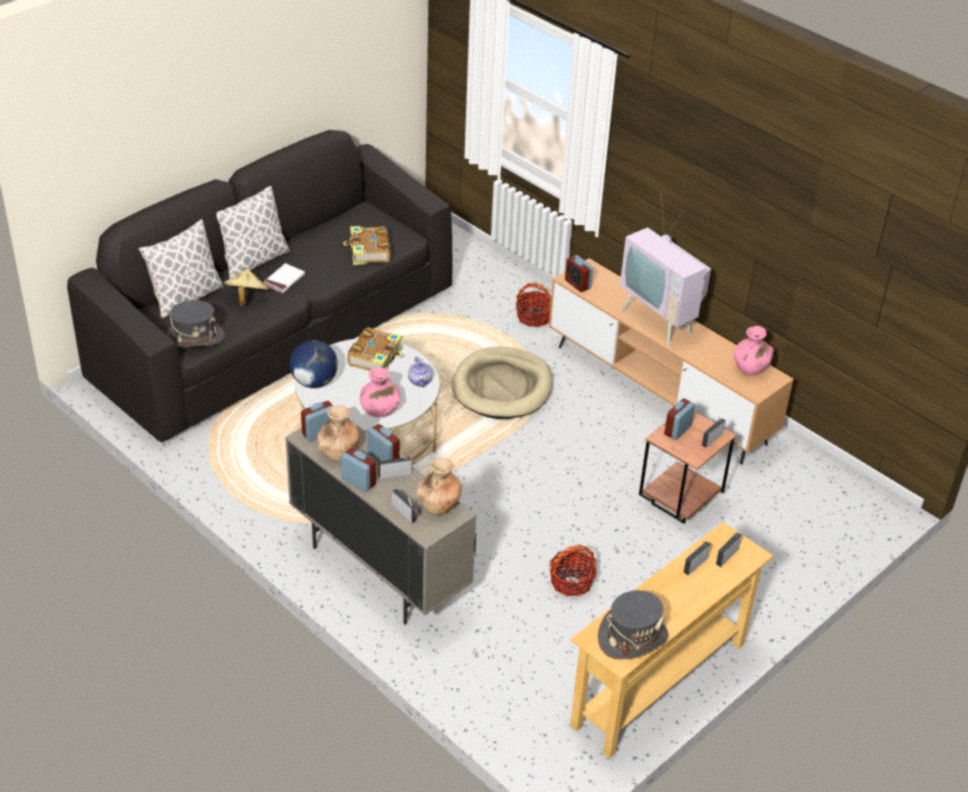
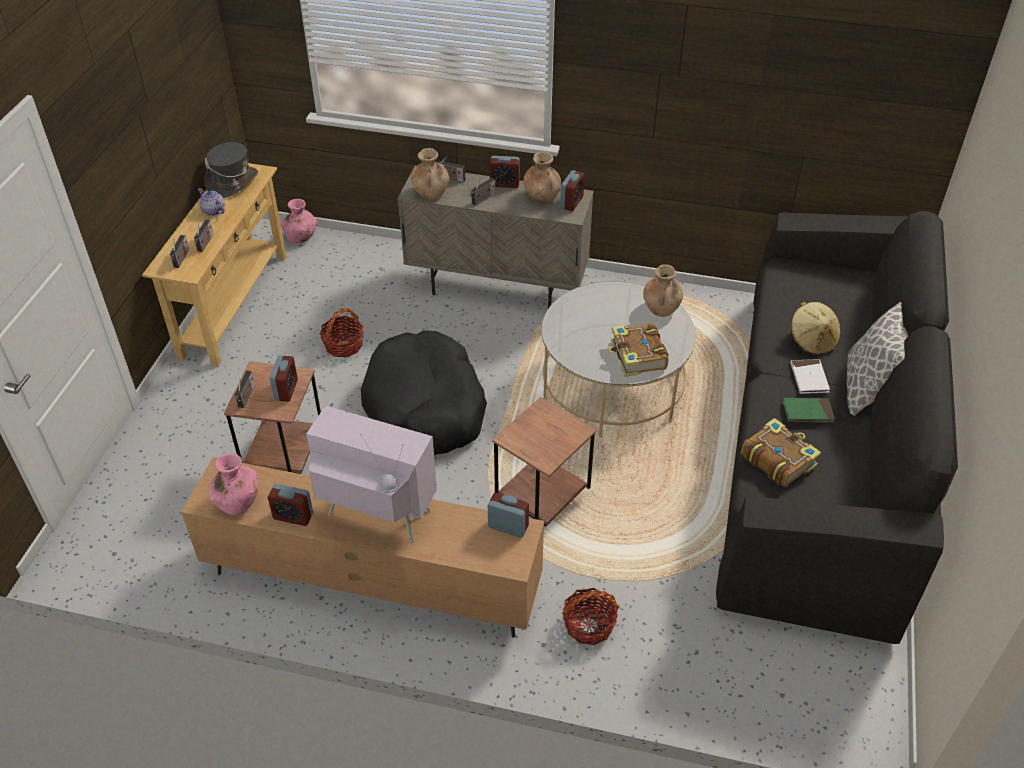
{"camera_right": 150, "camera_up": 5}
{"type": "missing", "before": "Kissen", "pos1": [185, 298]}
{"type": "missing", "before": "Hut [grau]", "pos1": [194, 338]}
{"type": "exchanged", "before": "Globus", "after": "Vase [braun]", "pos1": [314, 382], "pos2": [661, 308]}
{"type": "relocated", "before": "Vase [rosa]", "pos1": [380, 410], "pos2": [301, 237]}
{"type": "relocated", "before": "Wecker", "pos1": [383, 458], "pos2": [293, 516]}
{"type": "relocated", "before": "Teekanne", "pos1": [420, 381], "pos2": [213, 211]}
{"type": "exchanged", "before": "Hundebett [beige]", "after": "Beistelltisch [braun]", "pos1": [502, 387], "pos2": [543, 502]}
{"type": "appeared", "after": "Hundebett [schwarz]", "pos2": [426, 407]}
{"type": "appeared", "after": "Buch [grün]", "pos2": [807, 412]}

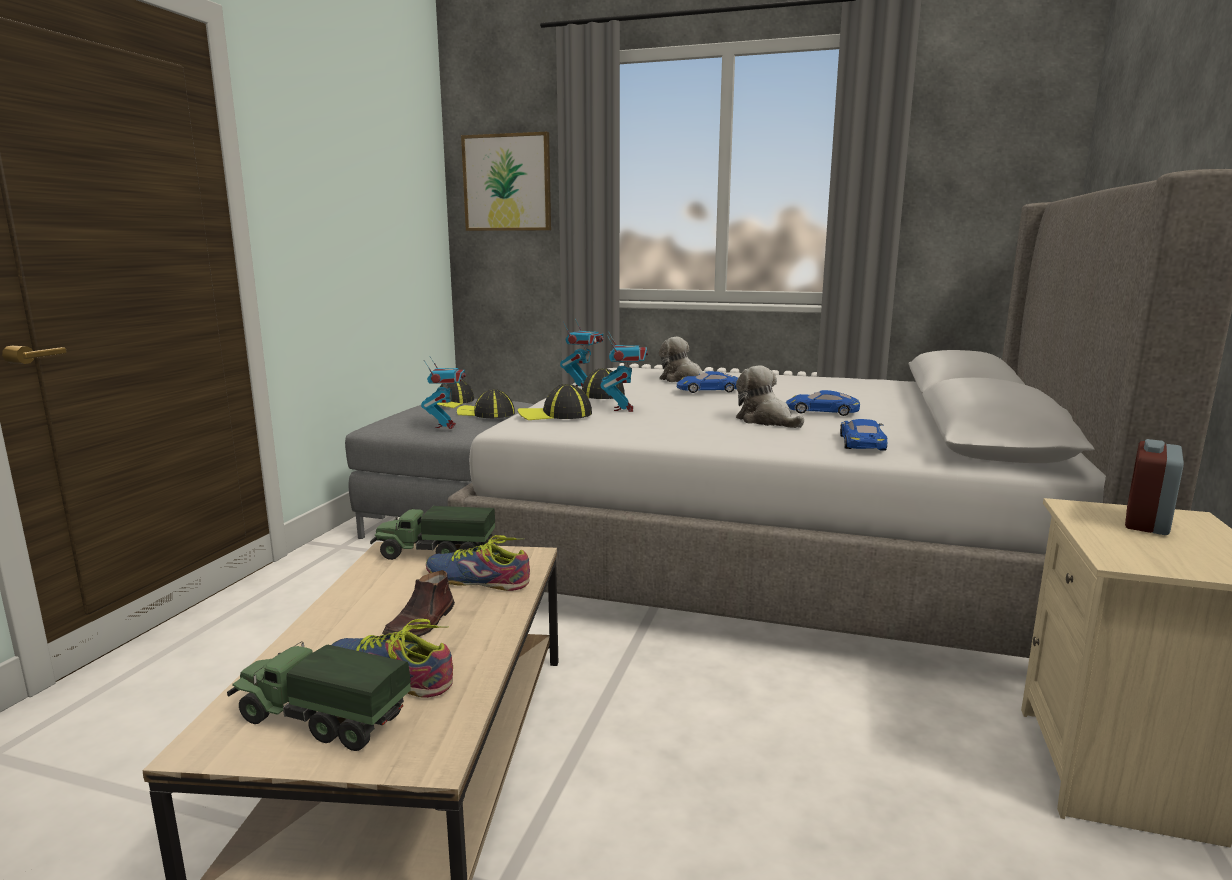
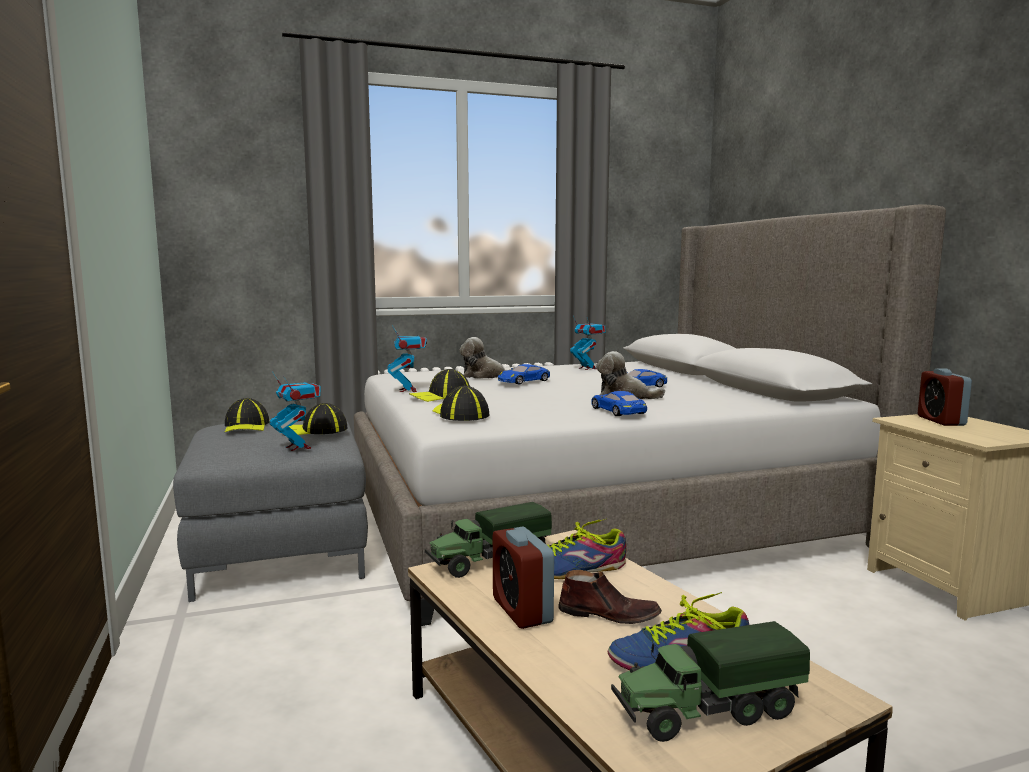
{"camera_right": -35, "camera_up": -5}
{"type": "spun", "before": "Schuh [braun]", "pos1": [421, 623], "pos2": [609, 614], "turn": -60}
{"type": "missing", "before": "Bild", "pos1": [507, 183]}
{"type": "spun", "before": "Kappe", "pos1": [555, 415], "pos2": [460, 414], "turn": 105}
{"type": "relocated", "before": "Spielzeugroboter", "pos1": [624, 409], "pos2": [587, 368]}
{"type": "relocated", "before": "Spielzeugauto [blau]", "pos1": [862, 443], "pos2": [618, 411]}
{"type": "appeared", "after": "Wecker", "pos2": [522, 610]}

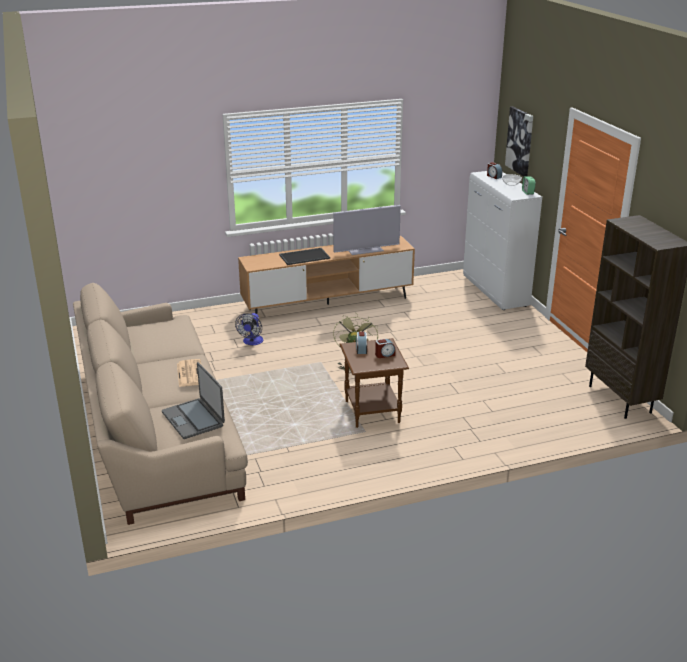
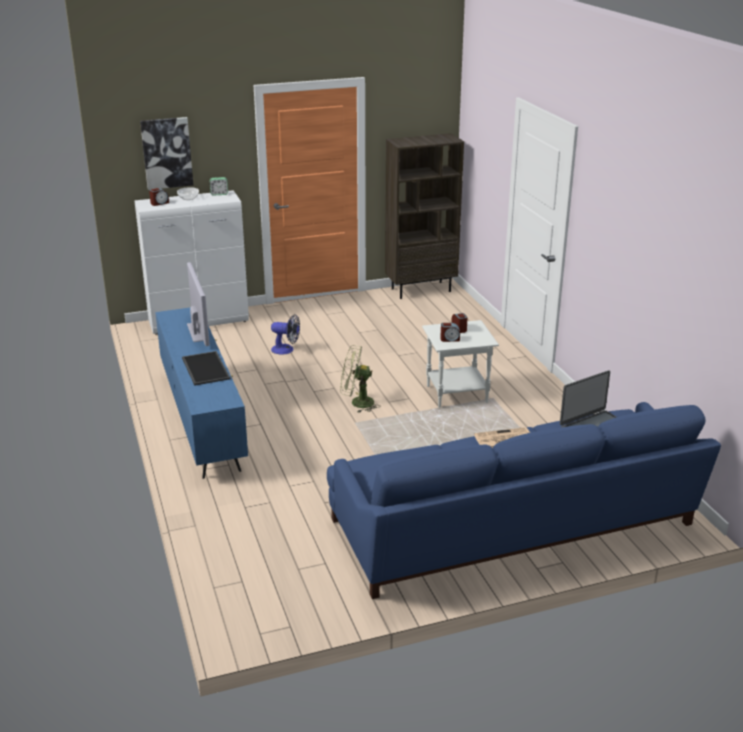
{"camera_right": -90, "camera_up": 0}
{"type": "colour", "before": "Sofa [beige]", "after": "Sofa [blau]", "pos1": [157, 428], "pos2": [513, 525]}
{"type": "relocated", "before": "Ventilator", "pos1": [252, 342], "pos2": [286, 350]}
{"type": "colour", "before": "Fernsehschrank [braun]", "after": "Fernsehschrank [blau]", "pos1": [328, 304], "pos2": [202, 419]}
{"type": "colour", "before": "Beistelltisch [braun]", "after": "Beistelltisch [weiß]", "pos1": [372, 412], "pos2": [457, 394]}

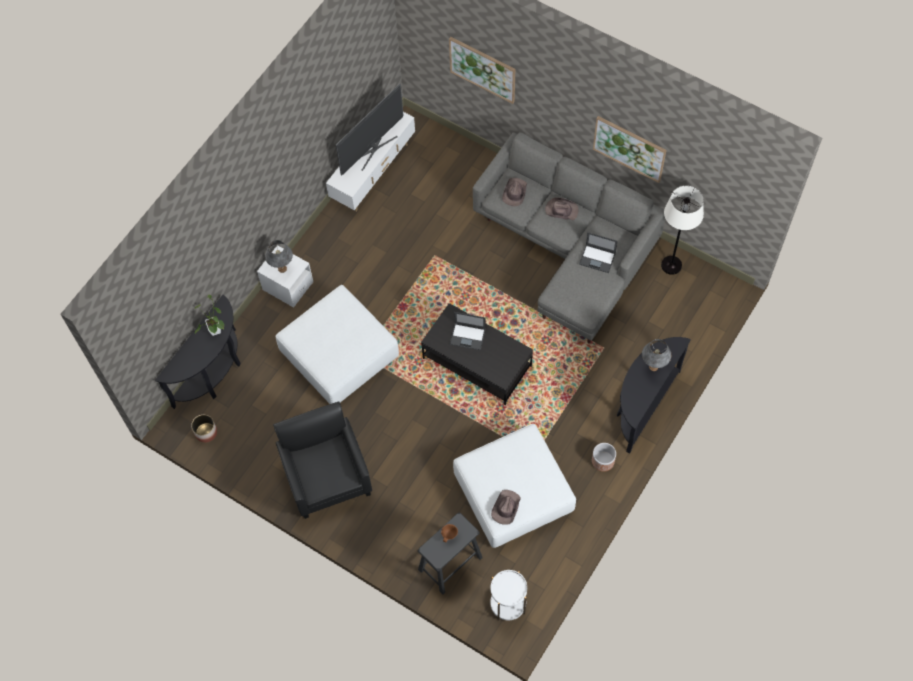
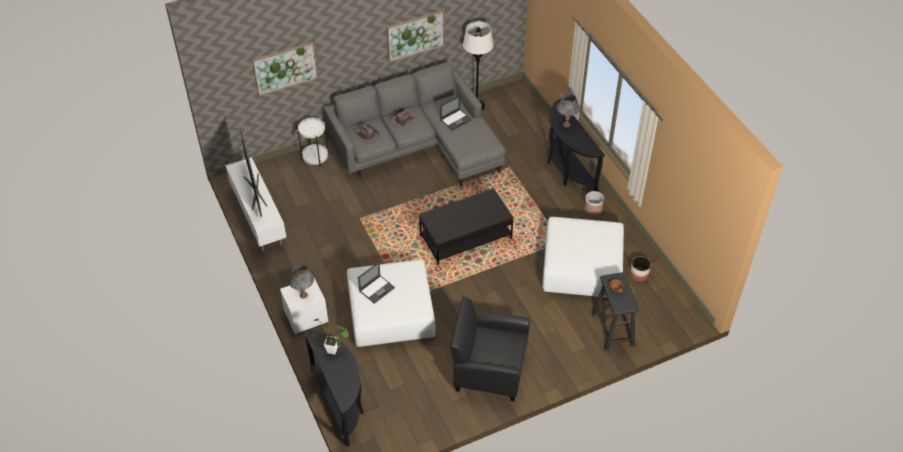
{"camera_right": -60, "camera_up": -15}
{"type": "relocated", "before": "Pflanzkübel", "pos1": [206, 432], "pos2": [639, 274]}
{"type": "relocated", "before": "Laptop", "pos1": [468, 336], "pos2": [377, 289]}
{"type": "missing", "before": "Hut [braun]", "pos1": [505, 508]}
{"type": "relocated", "before": "Beistelltisch [weiß]", "pos1": [508, 604], "pos2": [315, 157]}

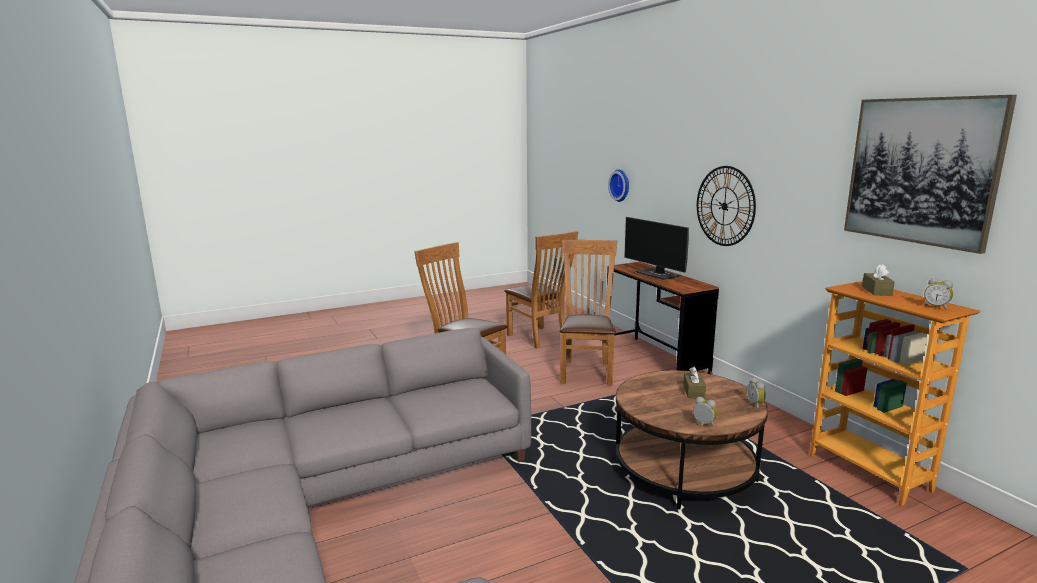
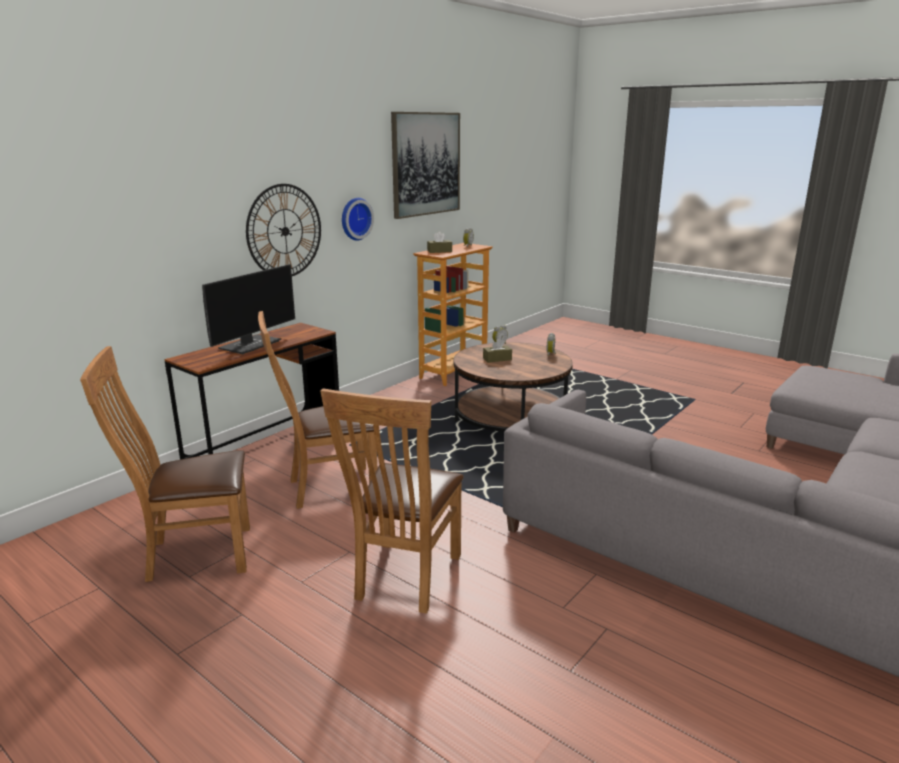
{"camera_right": -115, "camera_up": 5}
{"type": "spun", "before": "Stuhl [braun]", "pos1": [539, 338], "pos2": [193, 554], "turn": -135}
{"type": "relocated", "before": "Wanduhr", "pos1": [621, 185], "pos2": [355, 218]}

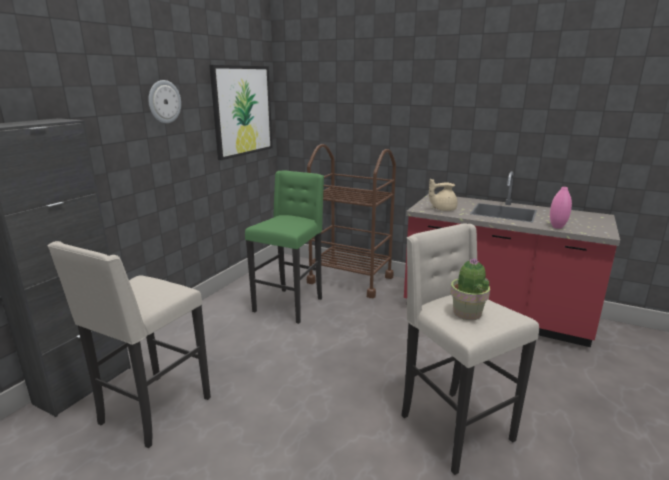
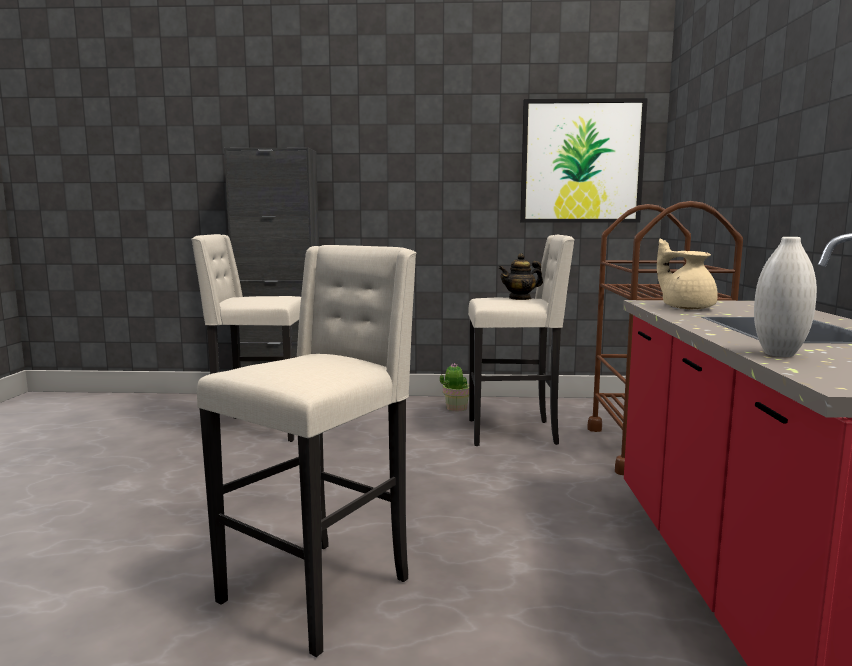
{"camera_right": 65, "camera_up": -10}
{"type": "missing", "before": "Wanduhr", "pos1": [164, 101]}
{"type": "colour", "before": "Hocker [grün]", "after": "Hocker [beige]", "pos1": [290, 305], "pos2": [514, 432]}
{"type": "relocated", "before": "Topfpflanze", "pos1": [467, 313], "pos2": [456, 408]}
{"type": "colour", "before": "Vase [rosa]", "after": "Vase [weiß]", "pos1": [557, 227], "pos2": [779, 354]}
{"type": "appeared", "after": "Teekanne", "pos2": [520, 298]}

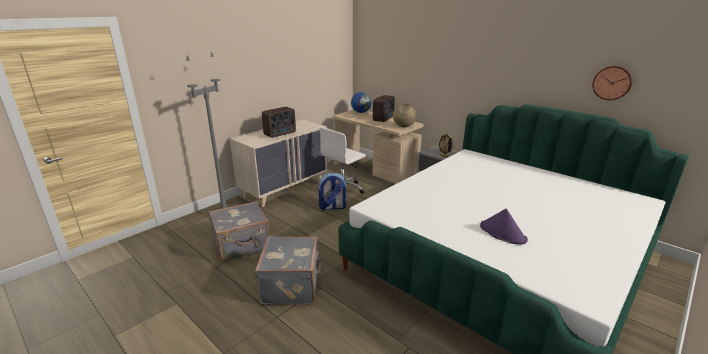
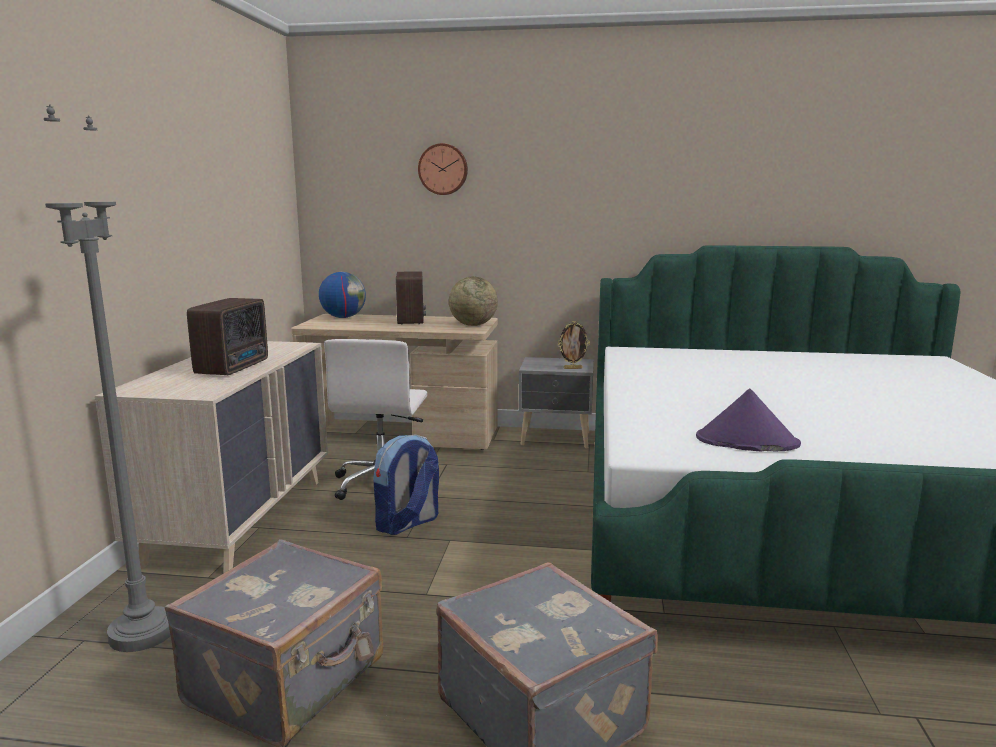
{"camera_right": -35, "camera_up": -10}
{"type": "relocated", "before": "Hut [lila]", "pos1": [502, 233], "pos2": [746, 442]}
{"type": "relocated", "before": "Wanduhr", "pos1": [612, 83], "pos2": [443, 169]}

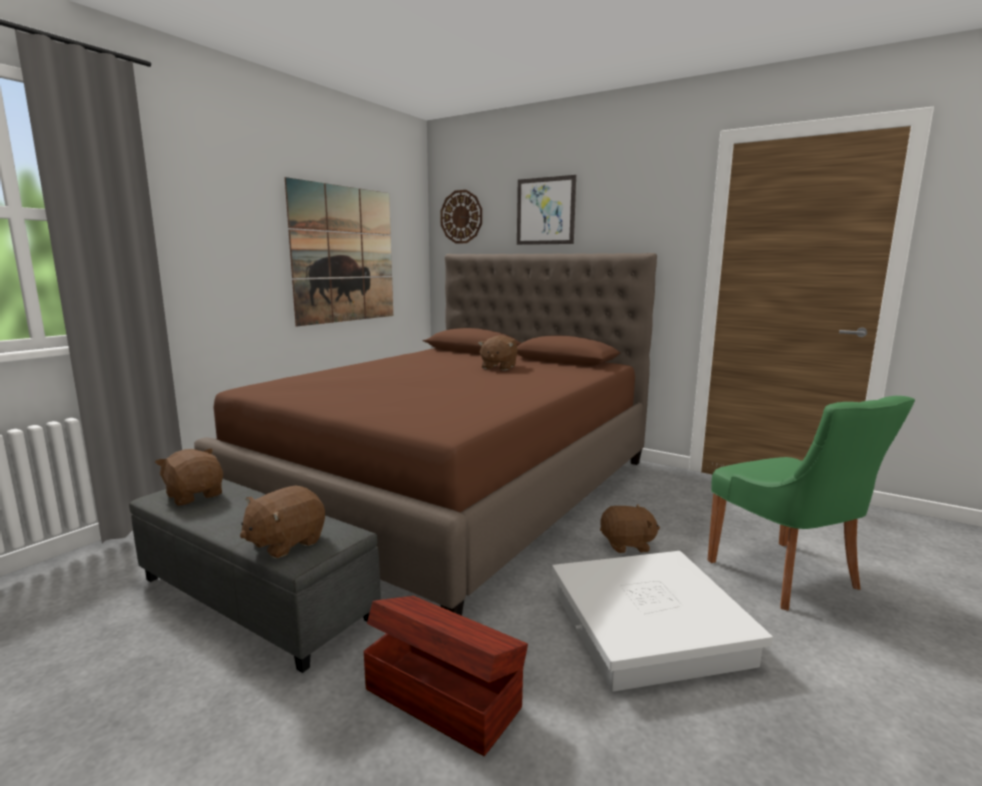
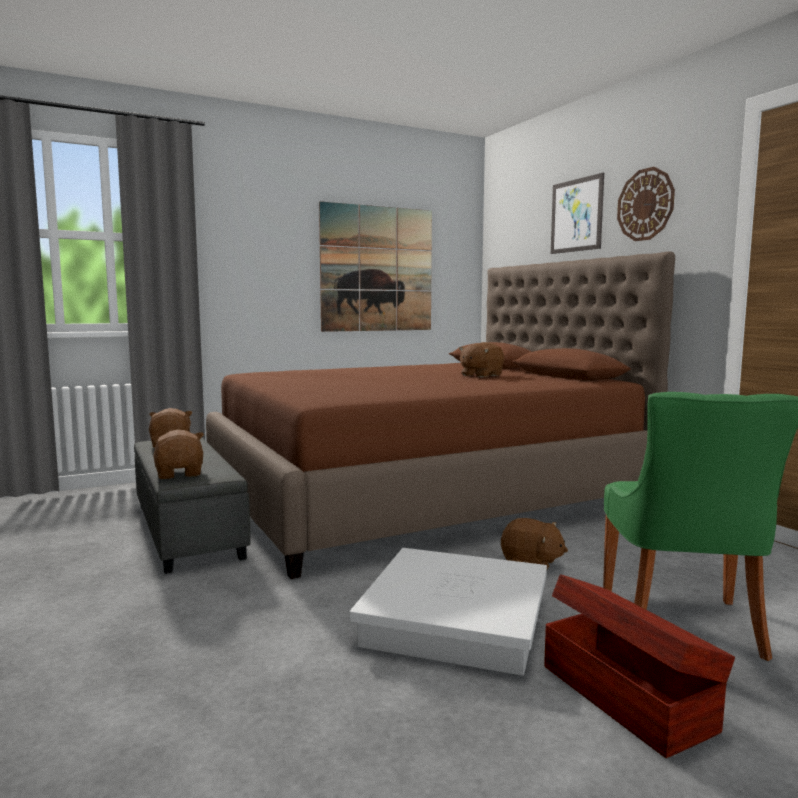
{"camera_right": 30, "camera_up": -5}
{"type": "spun", "before": "Plüschtier [braun]", "pos1": [285, 543], "pos2": [180, 473], "turn": 90}
{"type": "relocated", "before": "Aufbewahrungsbox [braun]", "pos1": [442, 696], "pos2": [626, 695]}
{"type": "relocated", "before": "Wanduhr", "pos1": [461, 217], "pos2": [645, 204]}

